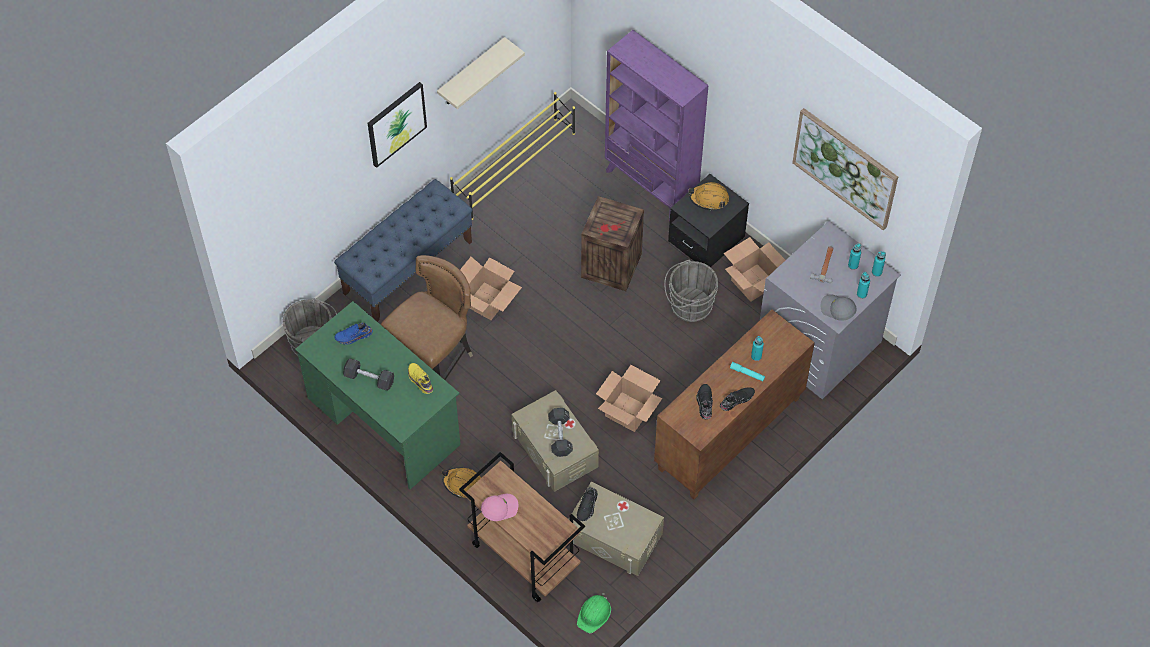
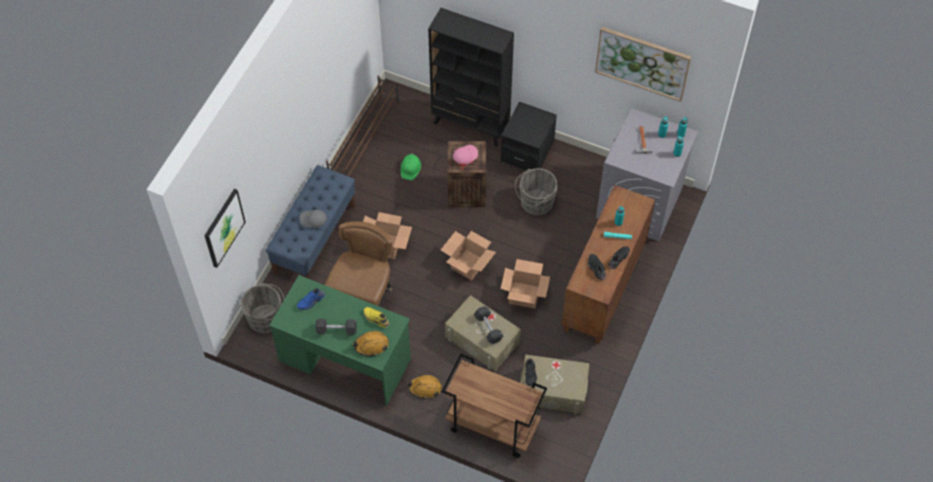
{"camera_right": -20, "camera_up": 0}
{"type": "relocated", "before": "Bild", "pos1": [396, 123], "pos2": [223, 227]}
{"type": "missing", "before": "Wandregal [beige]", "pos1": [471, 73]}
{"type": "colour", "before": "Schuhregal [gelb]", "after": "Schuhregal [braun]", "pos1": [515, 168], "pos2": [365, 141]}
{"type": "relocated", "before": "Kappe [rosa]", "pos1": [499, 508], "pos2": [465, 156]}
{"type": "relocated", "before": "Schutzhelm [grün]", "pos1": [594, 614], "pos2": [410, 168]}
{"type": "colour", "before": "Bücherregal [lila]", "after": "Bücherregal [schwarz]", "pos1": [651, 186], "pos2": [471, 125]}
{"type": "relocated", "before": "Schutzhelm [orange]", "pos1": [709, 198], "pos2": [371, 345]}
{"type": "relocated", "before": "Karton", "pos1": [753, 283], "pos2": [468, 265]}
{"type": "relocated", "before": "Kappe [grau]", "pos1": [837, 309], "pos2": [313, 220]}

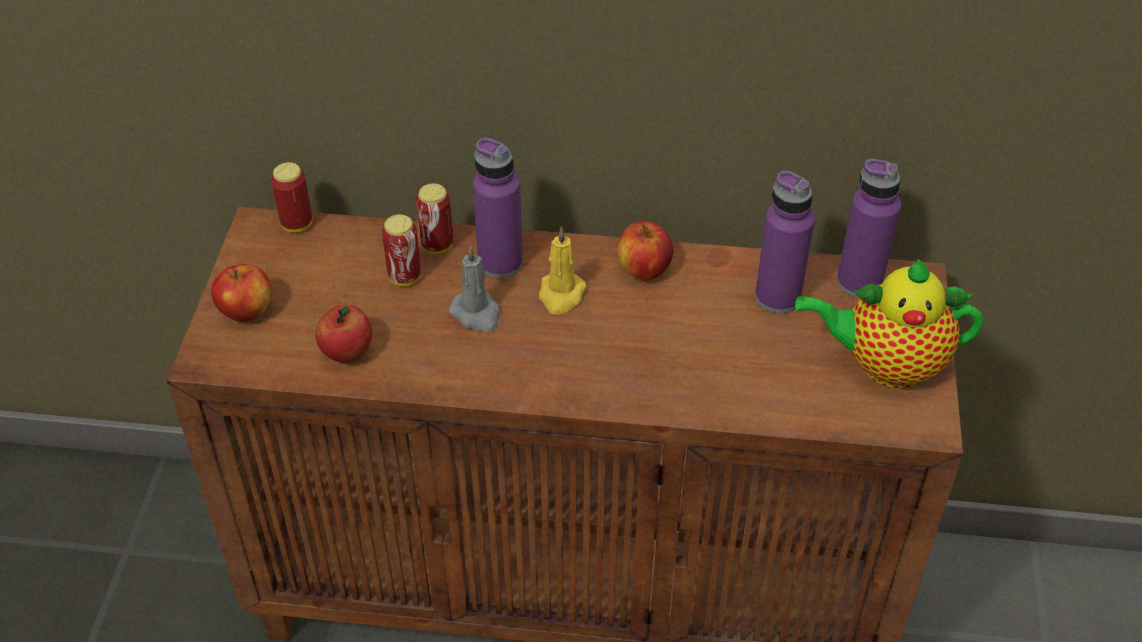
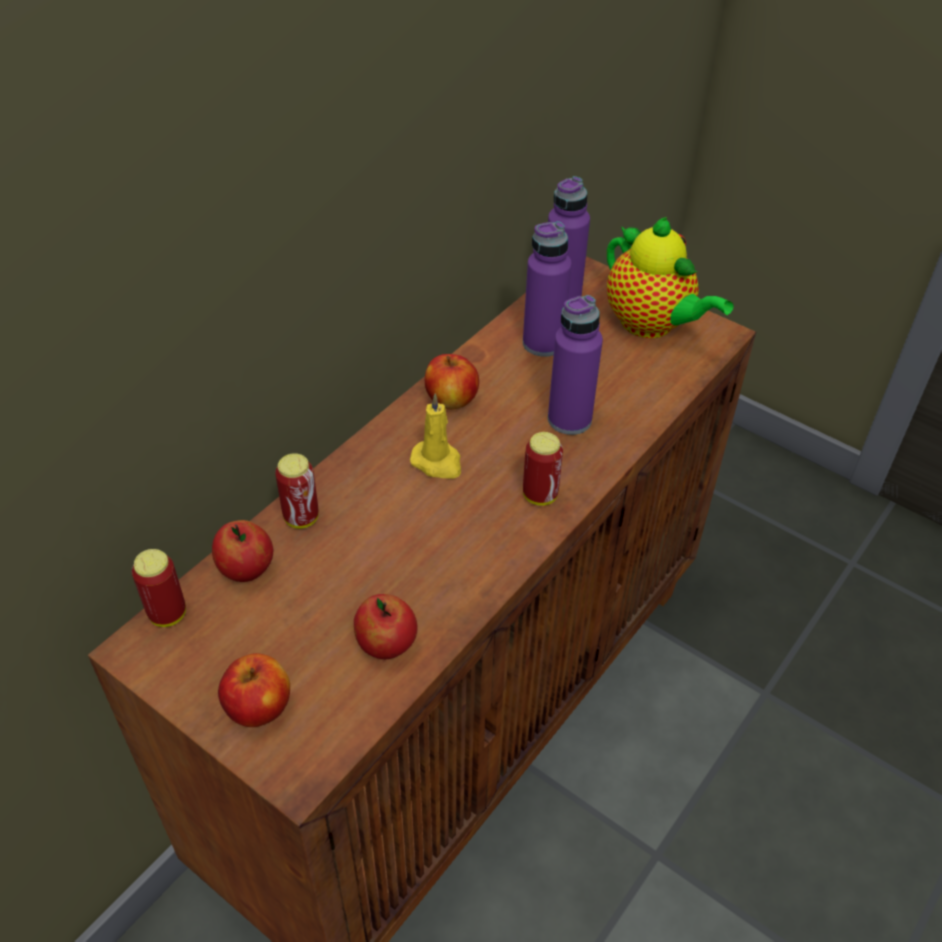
{"camera_right": -60, "camera_up": 0}
{"type": "relocated", "before": "Dose", "pos1": [404, 277], "pos2": [540, 495]}
{"type": "missing", "before": "Kerze [grau]", "pos1": [477, 314]}
{"type": "relocated", "before": "Flasche [lila]", "pos1": [500, 263], "pos2": [569, 419]}
{"type": "spun", "before": "Teekanne", "pos1": [885, 364], "pos2": [651, 325], "turn": -75}
{"type": "appeared", "after": "Apfel", "pos2": [247, 570]}

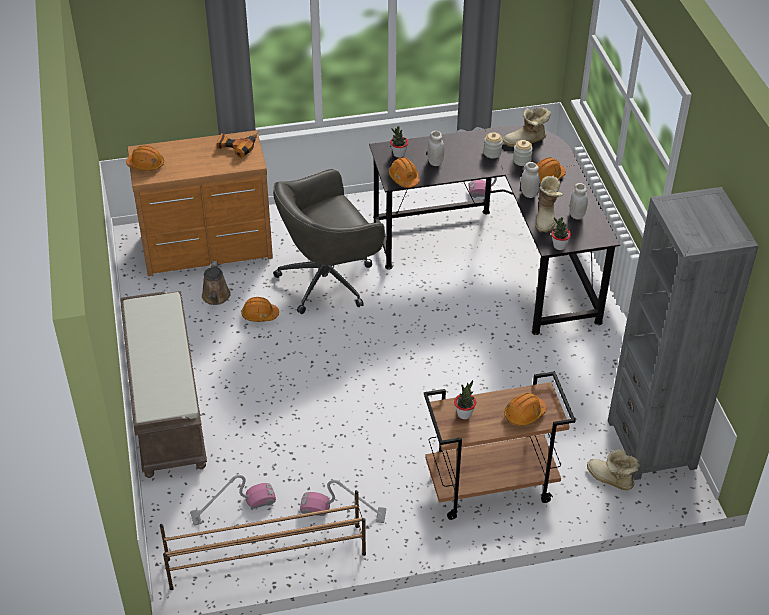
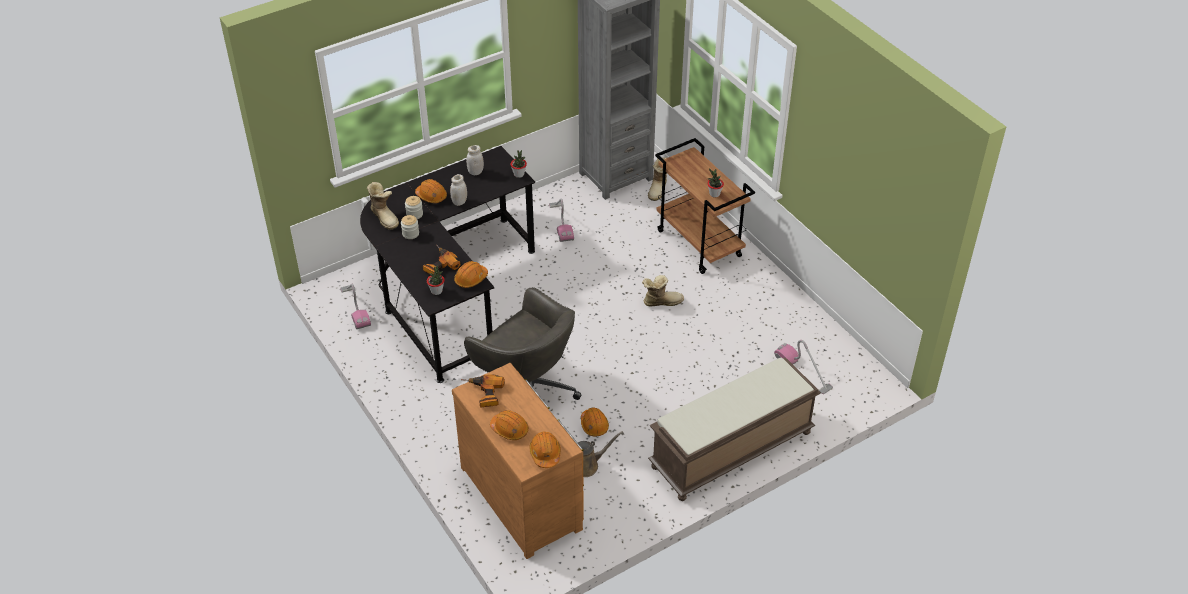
{"camera_right": -110, "camera_up": 0}
{"type": "missing", "before": "Schuhregal [braun]", "pos1": [265, 556]}
{"type": "relocated", "before": "Staubsauger", "pos1": [343, 511], "pos2": [561, 222]}
{"type": "exchanged", "before": "Vorratsglas [weiß]", "after": "Bohrmaschine", "pos1": [435, 162], "pos2": [439, 265]}
{"type": "relocated", "before": "Schutzhelm [orange]", "pos1": [524, 414], "pos2": [509, 429]}
{"type": "relocated", "before": "Stiefel", "pos1": [546, 218], "pos2": [661, 301]}

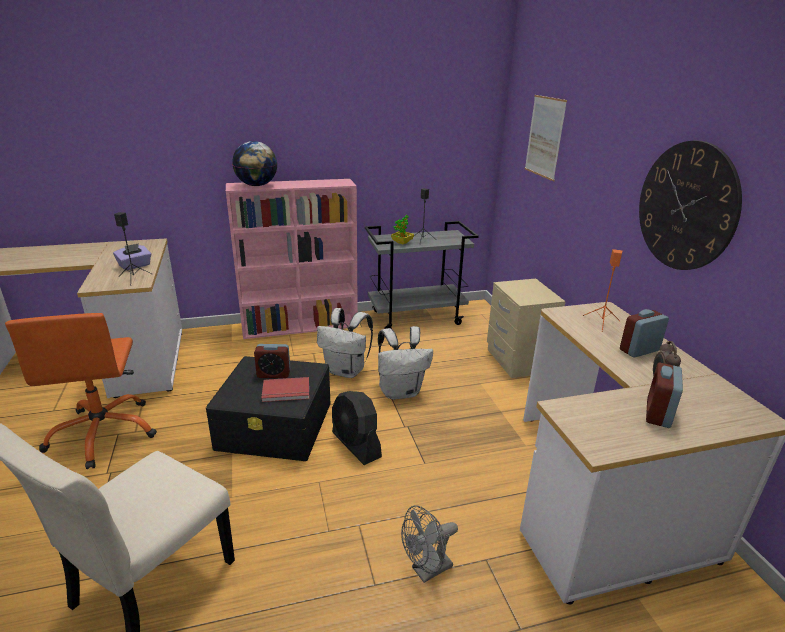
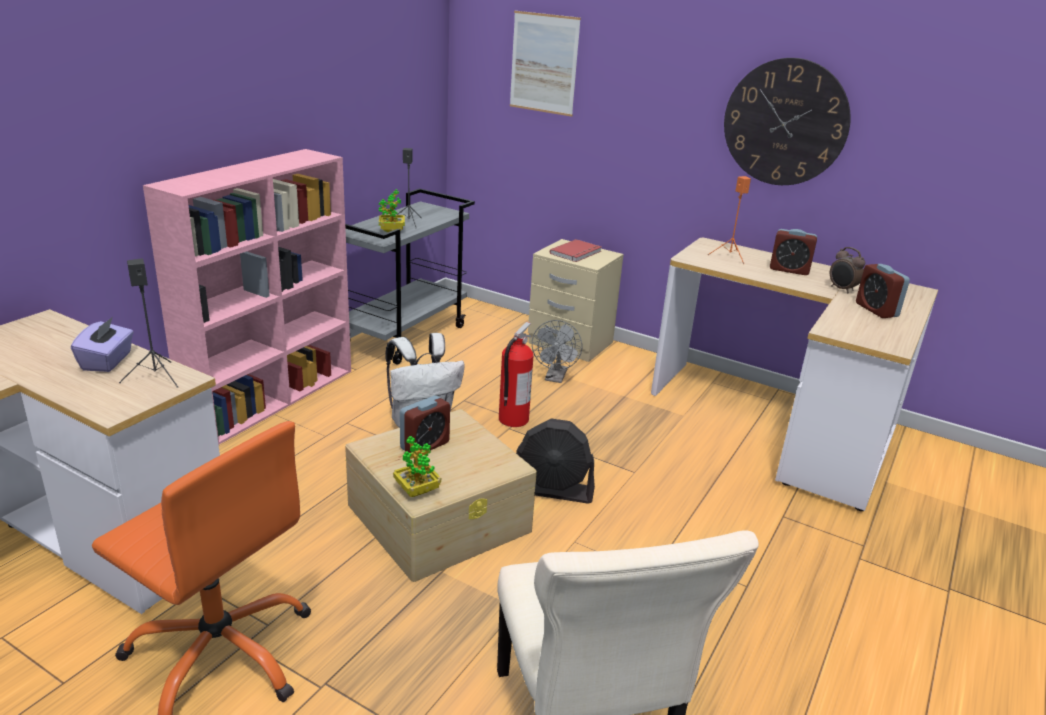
{"camera_right": -45, "camera_up": 0}
{"type": "colour", "before": "Aufbewahrungsbox [schwarz]", "after": "Aufbewahrungsbox [beige]", "pos1": [276, 425], "pos2": [440, 517]}
{"type": "missing", "before": "Globus", "pos1": [256, 185]}
{"type": "relocated", "before": "Buch [rot]", "pos1": [286, 392], "pos2": [577, 253]}
{"type": "exchanged", "before": "Rucksack [weiß]", "after": "Feuerlöscher", "pos1": [401, 392], "pos2": [512, 419]}
{"type": "relocated", "before": "Ventilator [grau]", "pos1": [427, 571], "pos2": [555, 378]}
{"type": "spun", "before": "Wecker", "pos1": [639, 350], "pos2": [789, 270], "turn": -90}
{"type": "appeared", "after": "Topfpflanze", "pos2": [417, 490]}

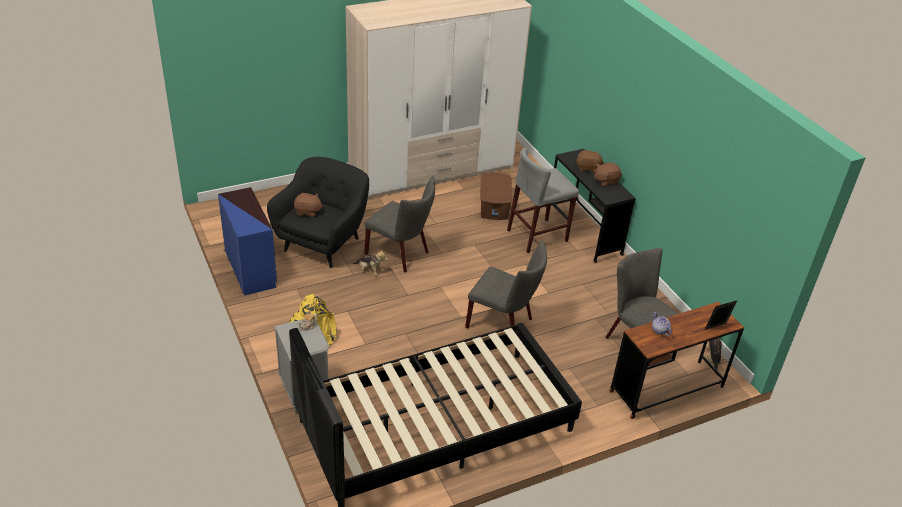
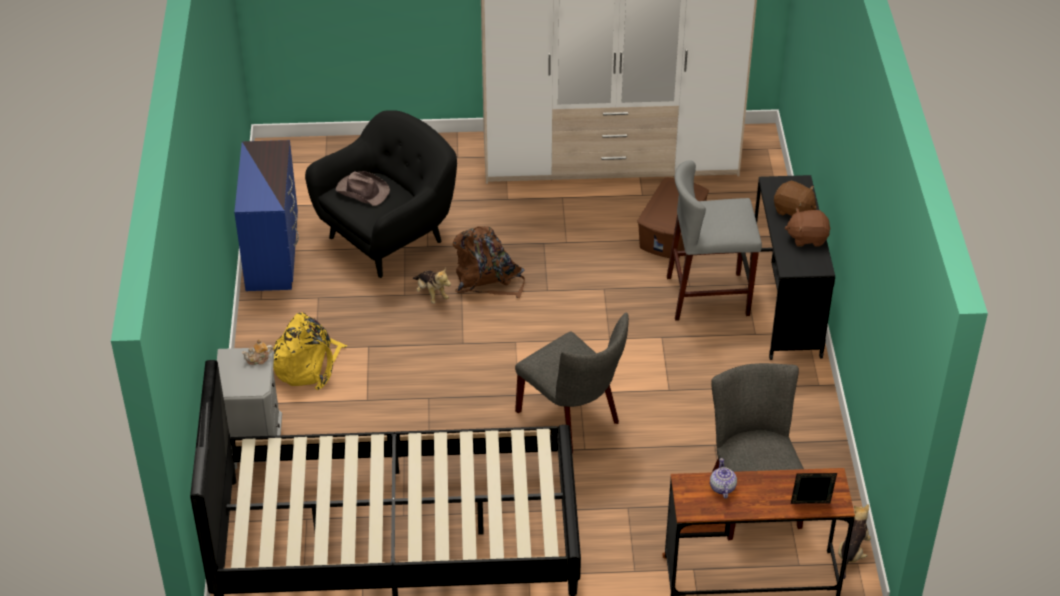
{"camera_right": 25, "camera_up": 5}
{"type": "exchanged", "before": "Plüschtier [braun]", "after": "Hut [braun]", "pos1": [308, 212], "pos2": [362, 190]}
{"type": "exchanged", "before": "Stuhl [grau]", "after": "Rucksack [braun]", "pos1": [400, 254], "pos2": [487, 279]}

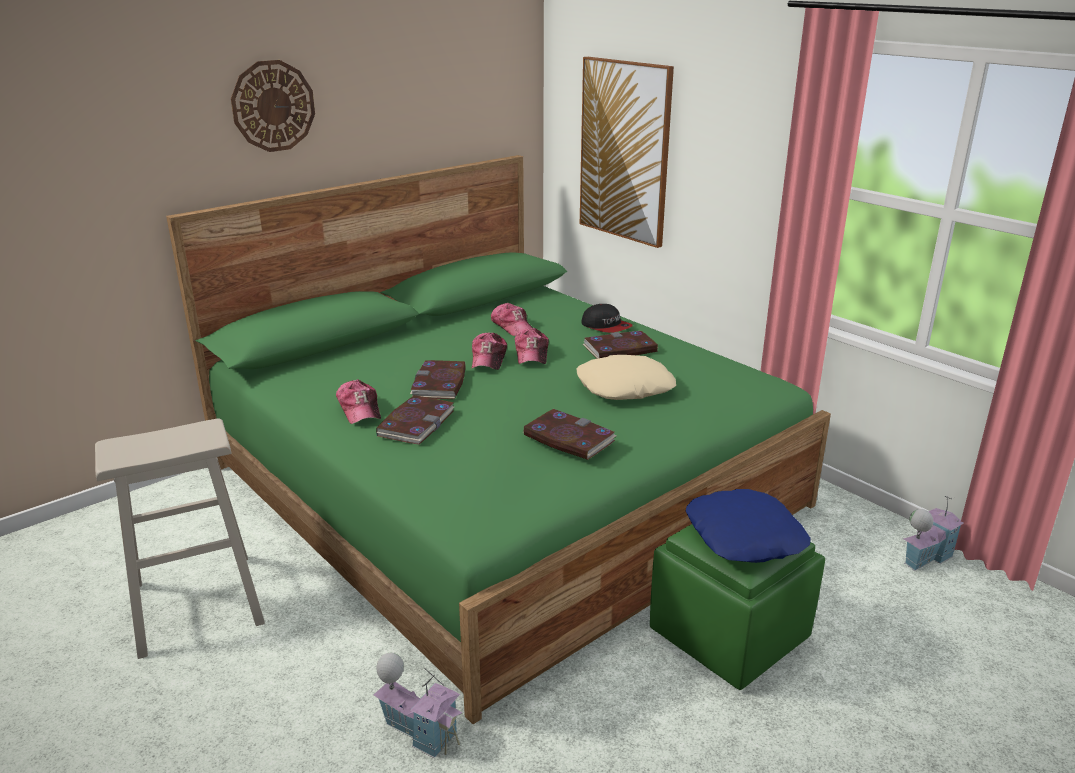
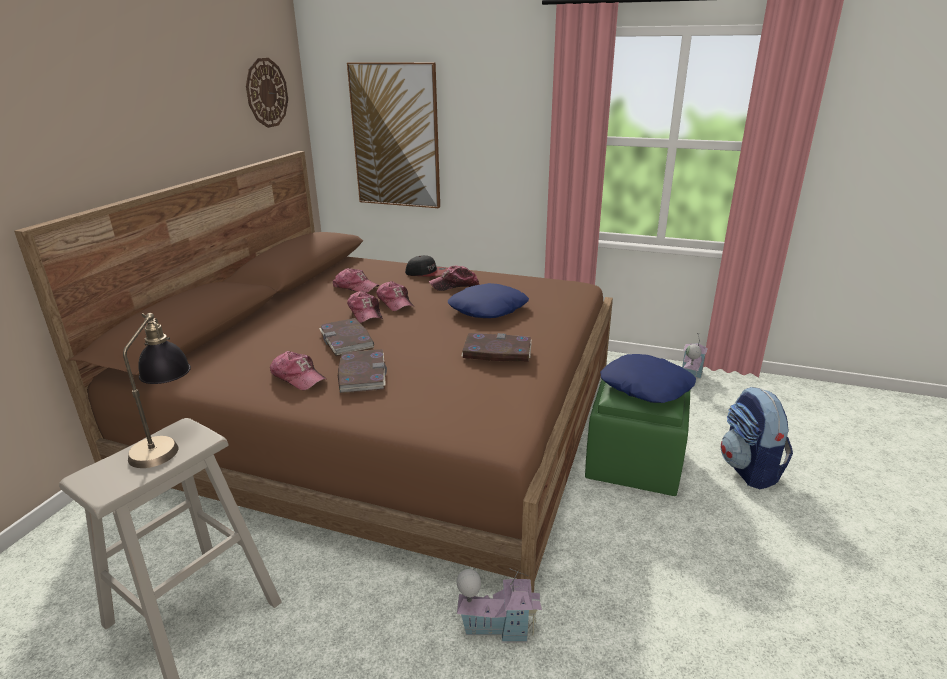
{"camera_right": -30, "camera_up": 0}
{"type": "colour", "before": "Bett [grün]", "after": "Bett [braun]", "pos1": [503, 484], "pos2": [390, 416]}
{"type": "relocated", "before": "Wanduhr", "pos1": [273, 106], "pos2": [266, 93]}
{"type": "colour", "before": "Kissen [beige]", "after": "Kissen [blau]", "pos1": [624, 387], "pos2": [487, 309]}
{"type": "exchanged", "before": "Buch", "after": "Kappe", "pos1": [620, 349], "pos2": [454, 285]}
{"type": "appeared", "after": "Tischlampe", "pos2": [167, 441]}
{"type": "appeared", "after": "Rucksack", "pos2": [749, 469]}

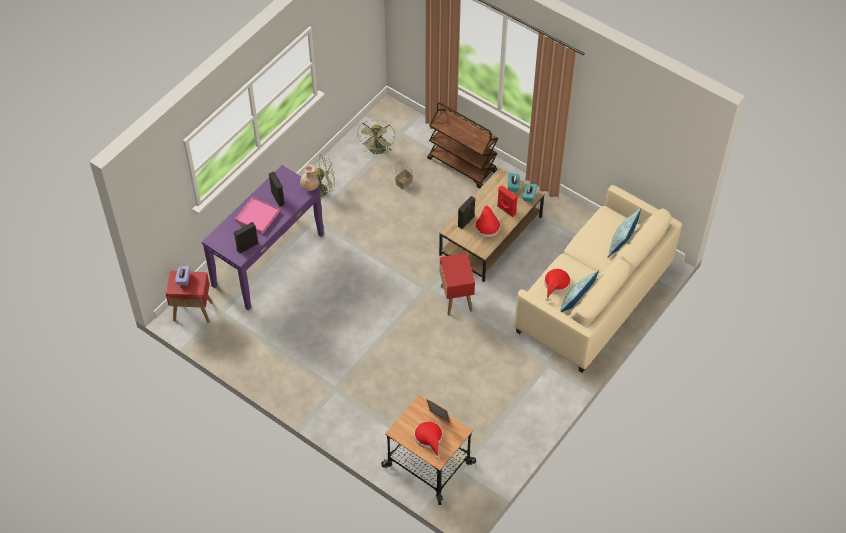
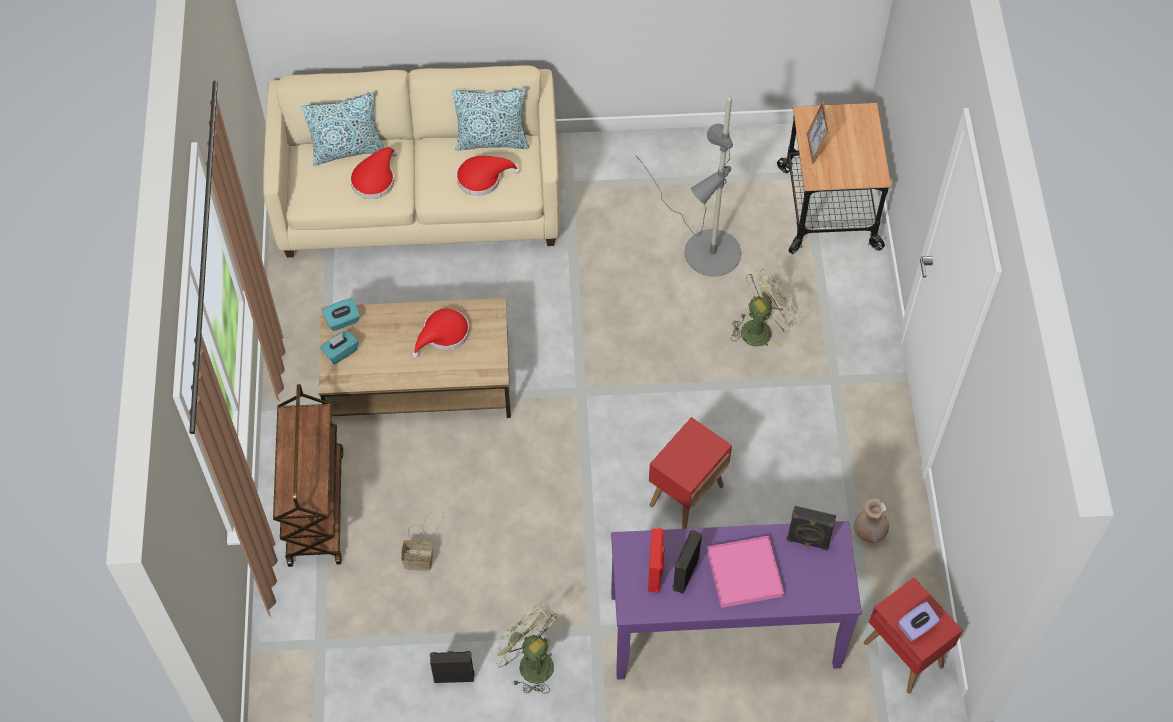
{"camera_right": -130, "camera_up": 5}
{"type": "relocated", "before": "Vase [beige]", "pos1": [310, 187], "pos2": [869, 532]}
{"type": "relocated", "before": "Ventilator [grün]", "pos1": [377, 151], "pos2": [761, 328]}
{"type": "relocated", "before": "Hut [rot]", "pos1": [429, 438], "pos2": [375, 179]}
{"type": "relocated", "before": "Beistelltisch [rot]", "pos1": [456, 299], "pos2": [687, 495]}
{"type": "relocated", "before": "Lautsprecher [schwarz]", "pos1": [466, 221], "pos2": [454, 676]}
{"type": "relocated", "before": "Lautsprecher [rot]", "pos1": [506, 210], "pos2": [655, 573]}
{"type": "appeared", "after": "Stehlampe [grau]", "pos2": [704, 244]}

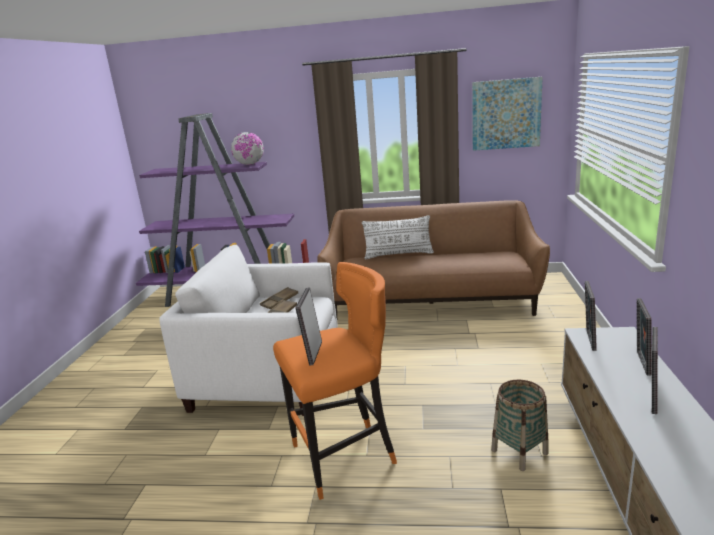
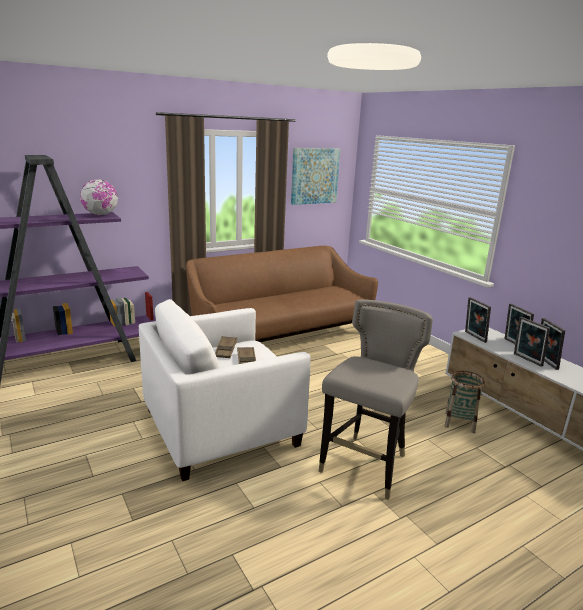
{"camera_right": -40, "camera_up": 0}
{"type": "colour", "before": "Hocker [orange]", "after": "Hocker [grau]", "pos1": [345, 457], "pos2": [366, 465]}
{"type": "relocated", "before": "Bilderrahmen", "pos1": [312, 353], "pos2": [526, 360]}
{"type": "missing", "before": "Kissen [weiß]", "pos1": [398, 254]}

